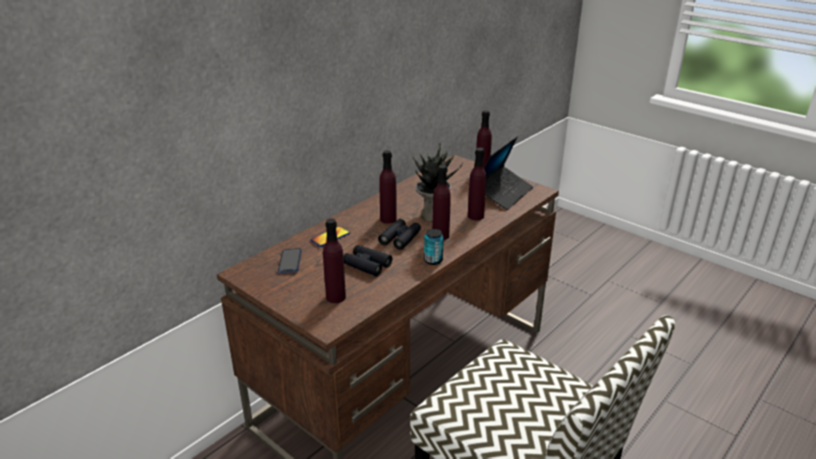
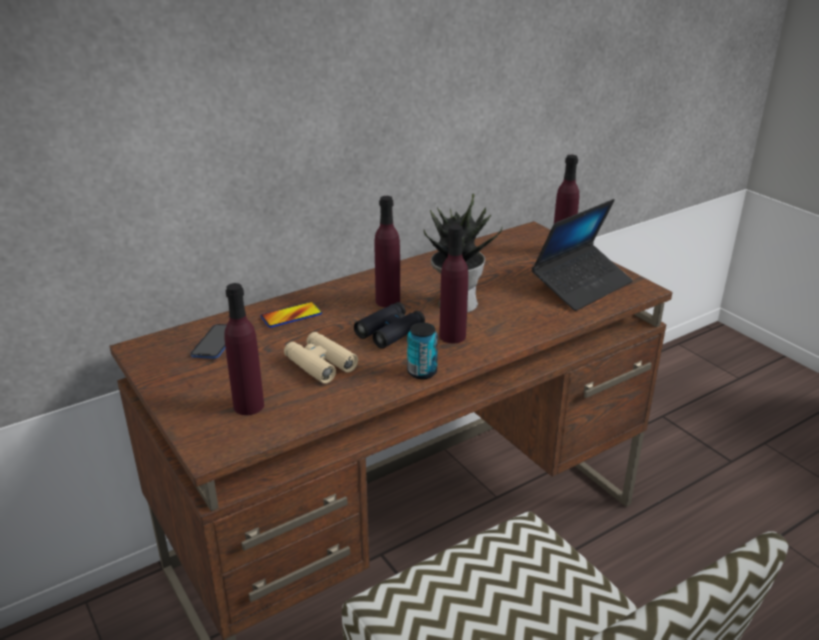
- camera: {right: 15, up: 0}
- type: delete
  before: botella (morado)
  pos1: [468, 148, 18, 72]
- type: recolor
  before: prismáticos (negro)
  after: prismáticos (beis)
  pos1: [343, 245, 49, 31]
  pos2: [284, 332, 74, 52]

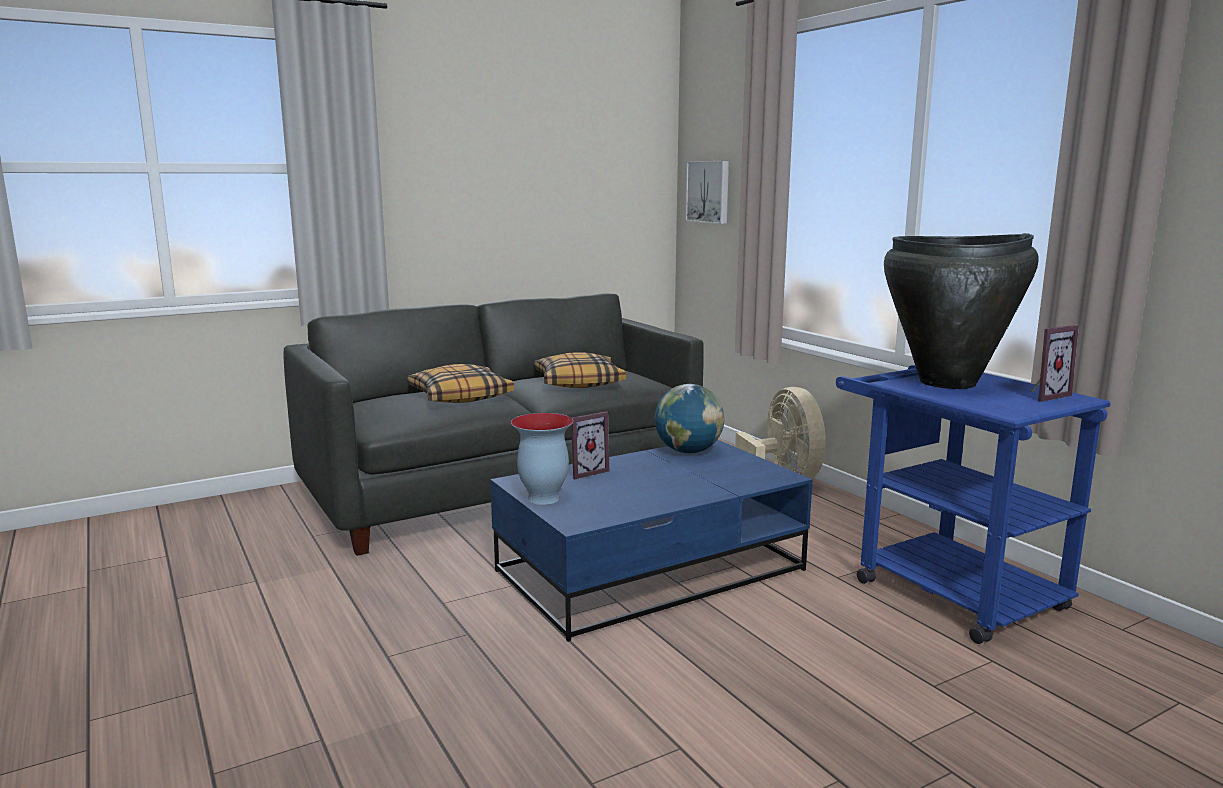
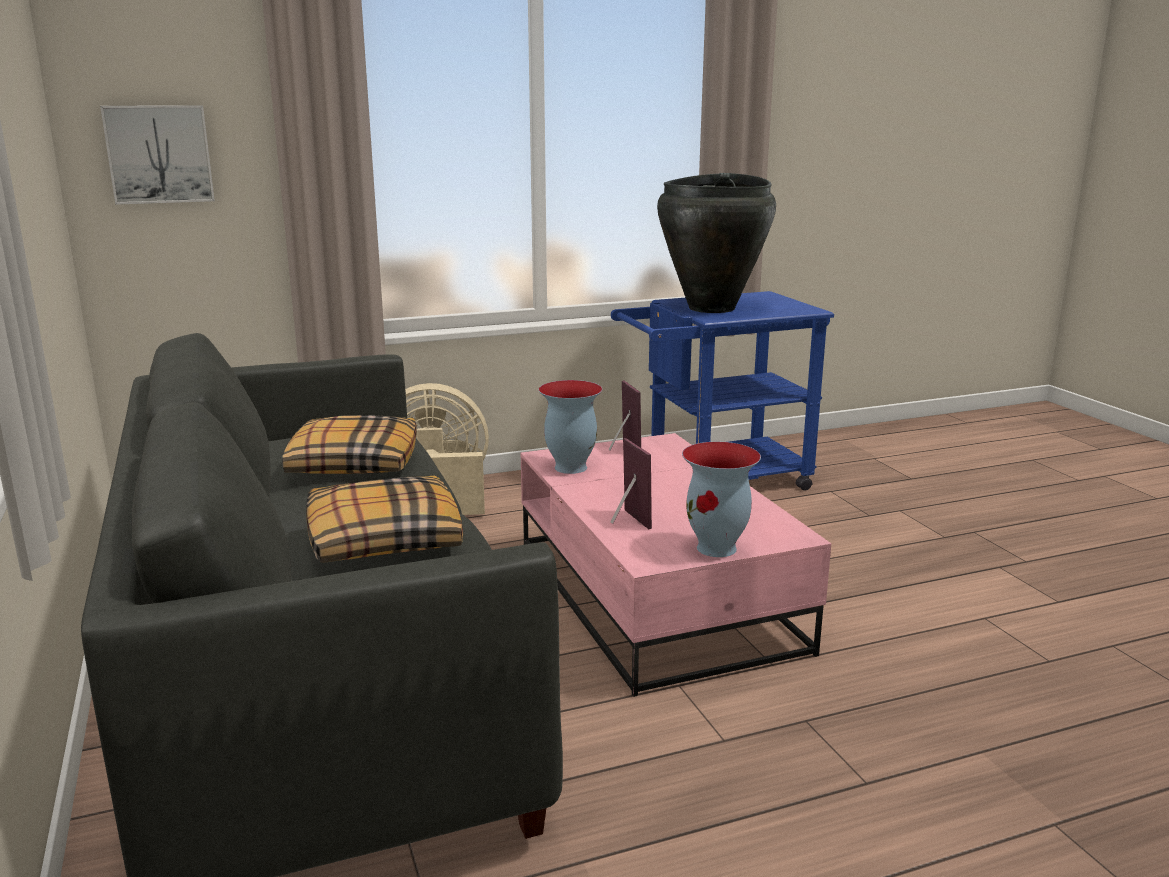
- camera: {right: -80, up: 5}
- type: move
  before: portarretratos
  pos1: [1031, 325, 48, 77]
  pos2: [608, 381, 33, 70]
- type: replace
  before: globo terráqueo
  after: florero
  pos1: [655, 384, 69, 69]
  pos2: [538, 380, 64, 94]
- type: recolor
  before: mesa de centro (azul)
  after: mesa de centro (rosa)
  pos1: [490, 439, 322, 203]
  pos2: [521, 433, 310, 264]

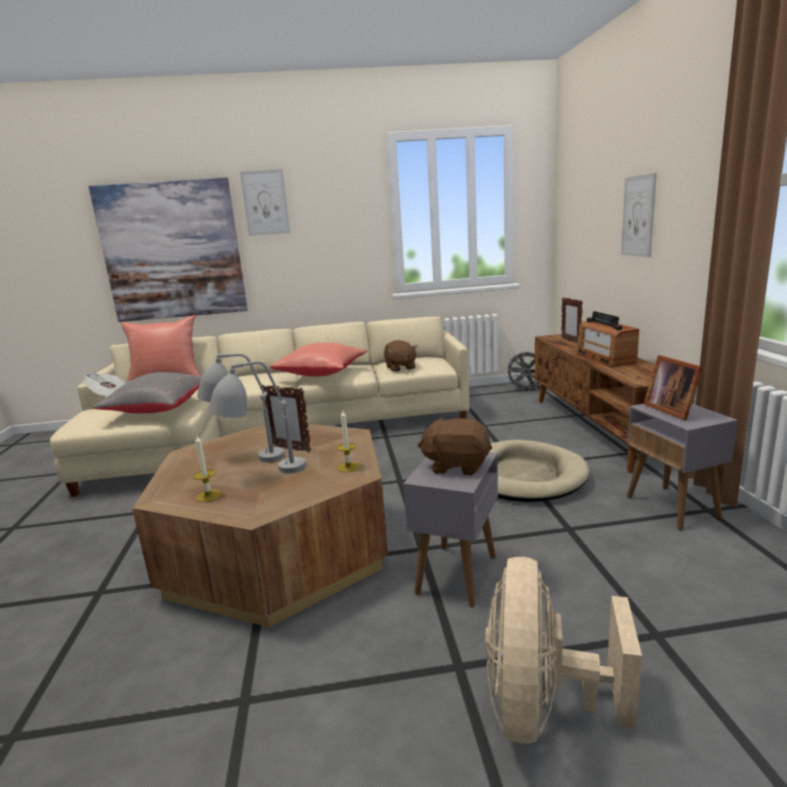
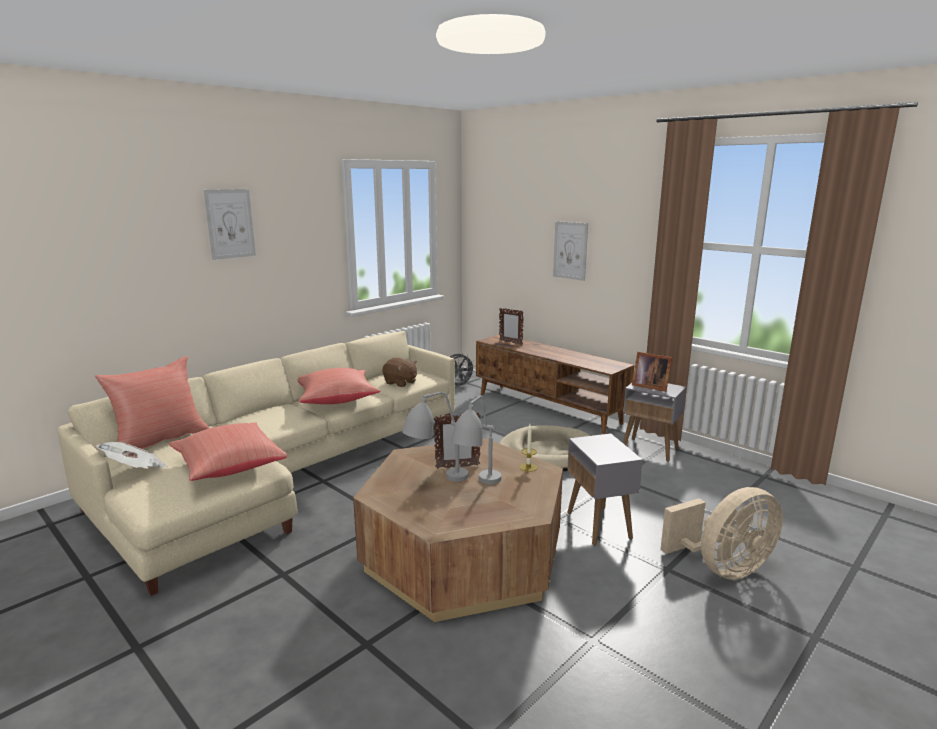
- camera: {right: -40, up: 0}
- type: delete
  before: cuadro
  pos1: [89, 177, 158, 145]
- type: delete
  before: radio
  pos1: [576, 311, 63, 56]
- type: recolor
  before: cojín (gris)
  after: cojín (rojo)
  pos1: [93, 372, 109, 41]
  pos2: [168, 422, 119, 59]
- type: delete
  before: peluche (marrón)
  pos1: [417, 417, 75, 58]
- type: delete
  before: vela
  pos1: [194, 436, 27, 66]
- type: rotate
  before: ventilador (beis)
  pos1: [485, 557, 157, 187]
  pos2: [661, 487, 122, 93]
  turn: -90

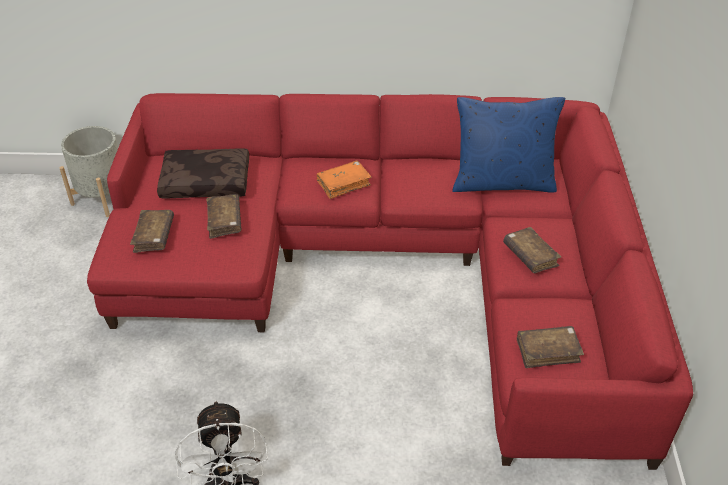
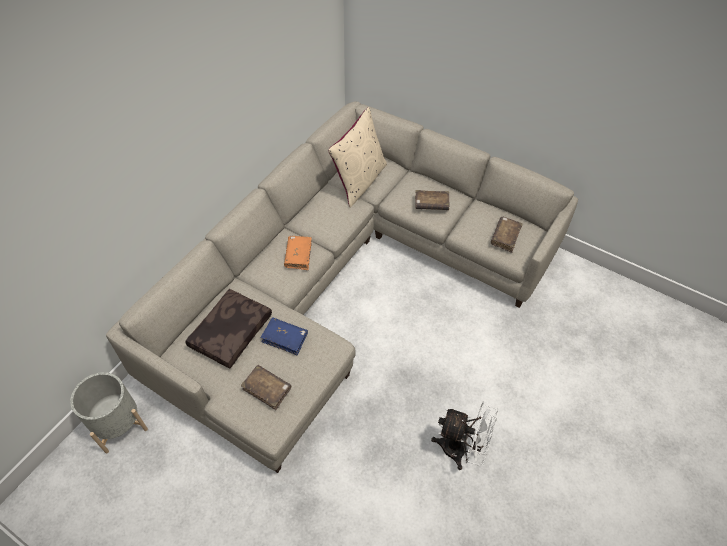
- camera: {right: -60, up: 10}
- type: recolor
  before: sofá (rojo)
  after: sofá (beis)
  pos1: [87, 93, 606, 377]
  pos2: [106, 102, 472, 371]
- type: recolor
  before: cojín (azul)
  after: cojín (beis)
  pos1: [452, 97, 113, 95]
  pos2: [328, 107, 59, 100]
- type: recolor
  before: libro (marrón)
  after: libro (azul)
  pos1: [206, 194, 35, 45]
  pos2: [260, 317, 48, 38]

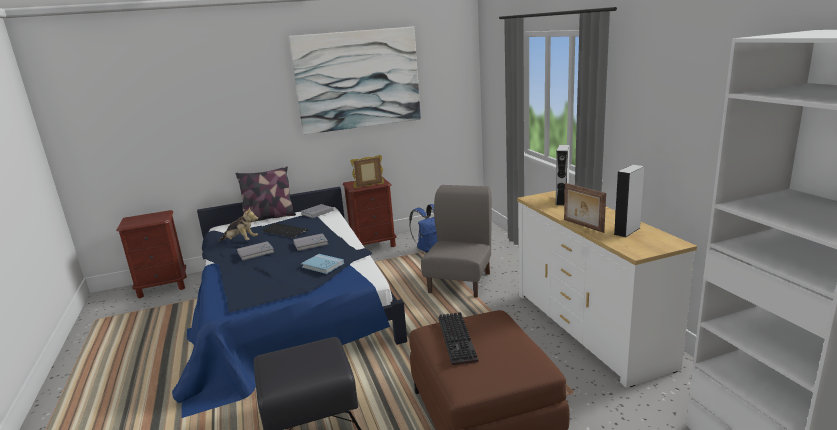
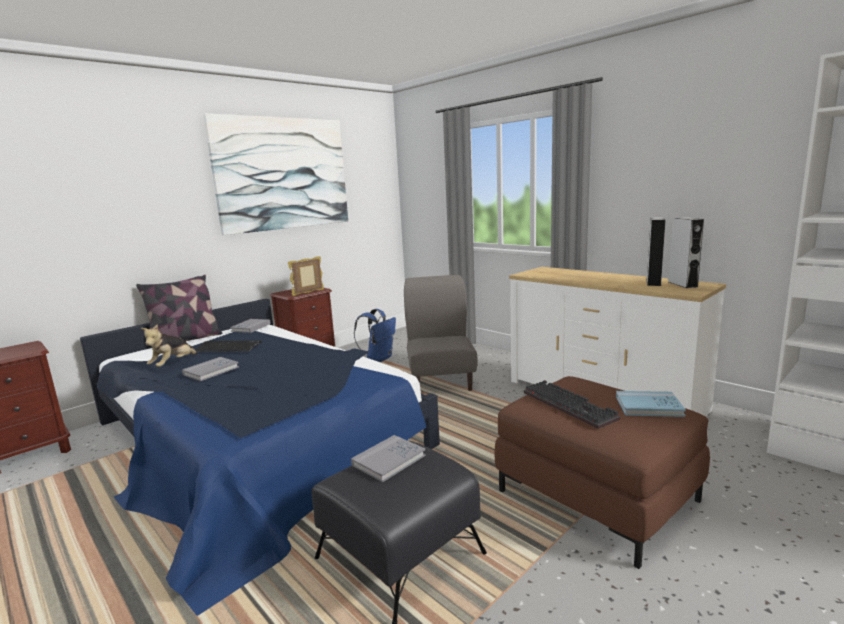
- camera: {right: -25, up: -5}
- type: move
  before: altavoz (gris)
  pos1: [556, 145, 14, 60]
  pos2: [668, 217, 36, 71]
- type: delete
  before: portarretratos
  pos1: [564, 183, 42, 50]
- type: rotate
  before: peluche
  pos1: [219, 207, 39, 34]
  pos2: [141, 325, 57, 42]
  turn: 120
- type: move
  before: libro (gris)
  pos1: [293, 233, 35, 18]
  pos2: [351, 435, 75, 48]
- type: move
  before: libro (azul)
  pos1: [301, 254, 43, 20]
  pos2: [616, 391, 70, 26]

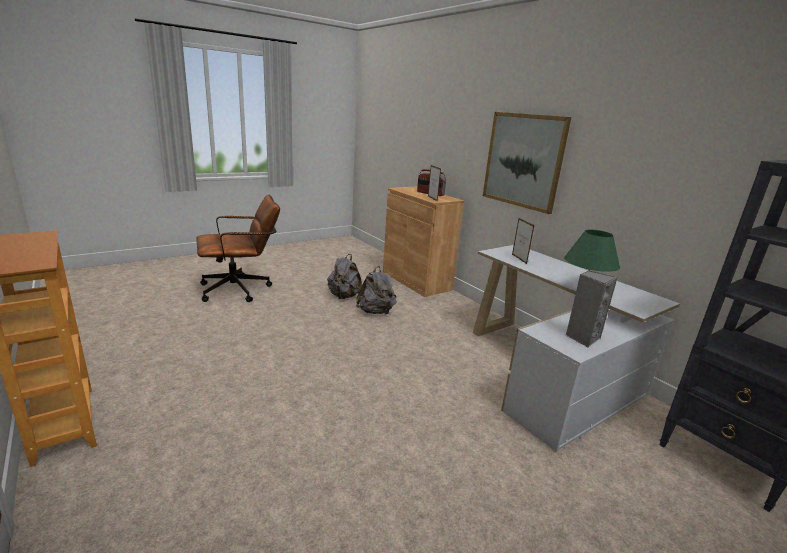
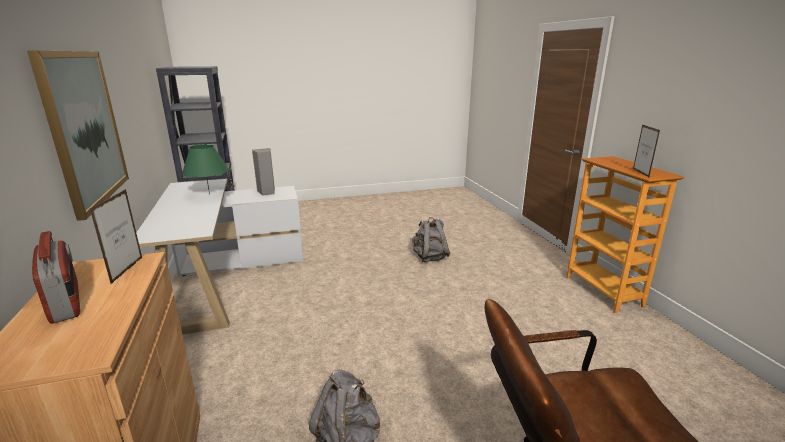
- camera: {right: -160, up: 0}
- type: move
  before: portarretratos
  pos1: [512, 218, 22, 46]
  pos2: [633, 124, 27, 53]
- type: move
  before: mochila (gris)
  pos1: [356, 266, 41, 48]
  pos2: [412, 217, 38, 45]

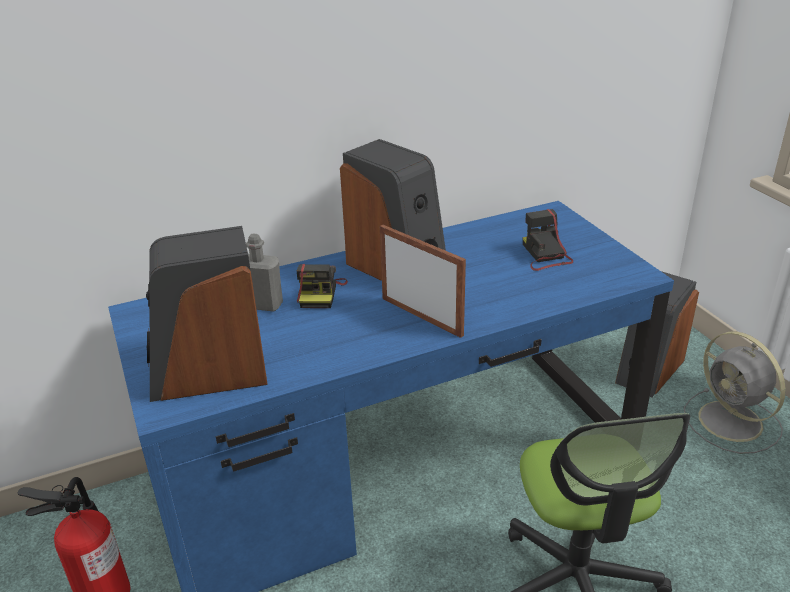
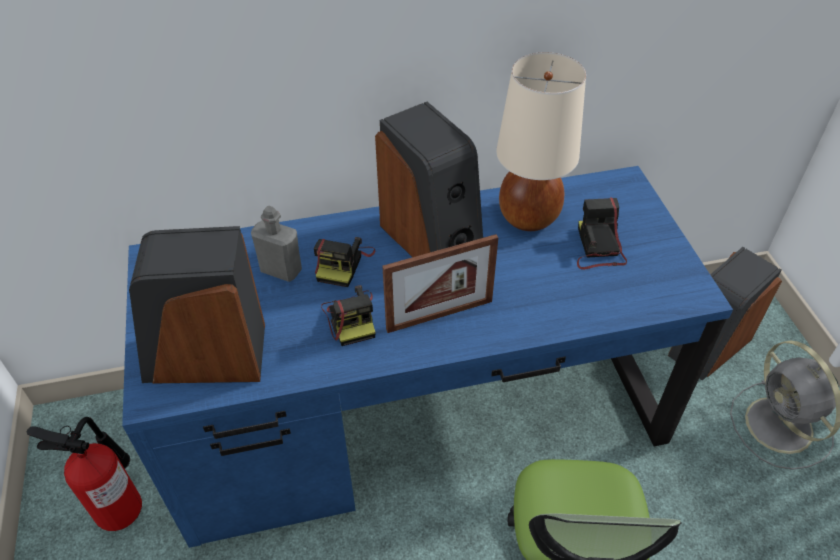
- camera: {right: 10, up: 15}
- type: rotate
  before: portarretratos
  pos1: [380, 225, 86, 113]
  pos2: [382, 234, 116, 99]
  turn: 105
- type: insert
  after: lámpara de mesa (beis)
  pos2: [496, 52, 90, 179]
- type: insert
  after: cámara
  pos2: [321, 285, 54, 61]

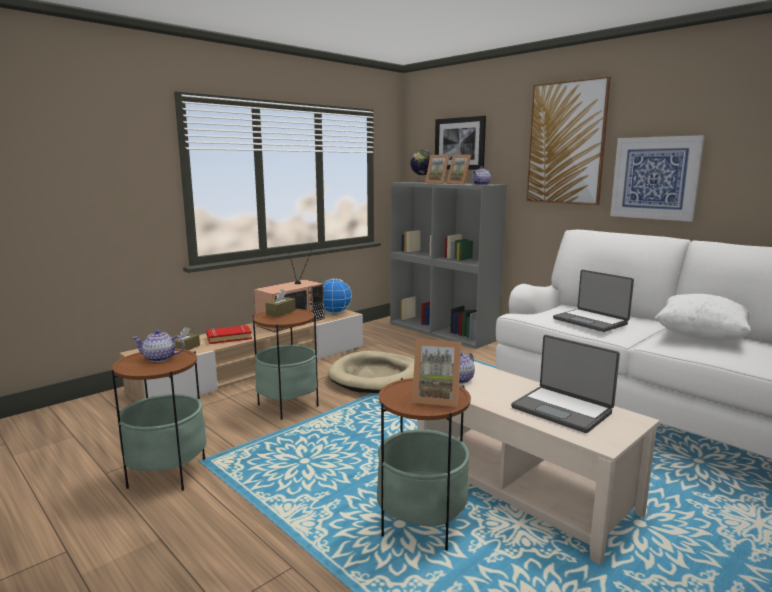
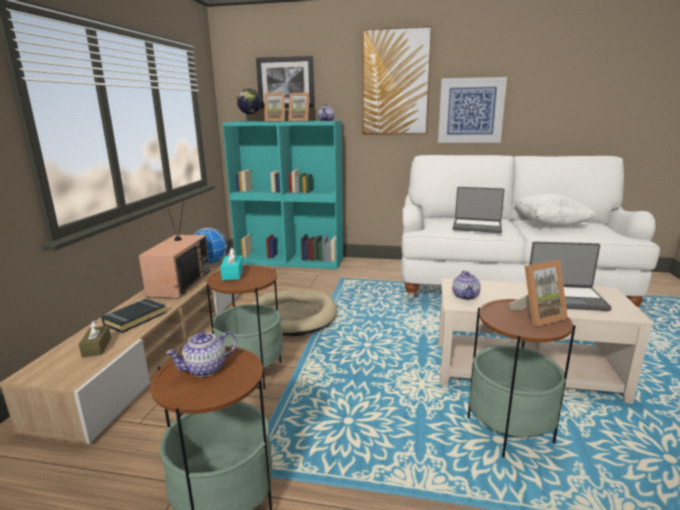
- camera: {right: -35, up: 5}
- type: recolor
  before: estantería (gris)
  after: estantería (turquesa)
  pos1: [390, 182, 117, 167]
  pos2: [222, 121, 121, 148]
- type: recolor
  before: caja de pañuelos (marrón)
  after: caja de pañuelos (turquesa)
  pos1: [266, 289, 30, 28]
  pos2: [220, 248, 23, 32]
- type: recolor
  before: libro (rojo)
  after: libro (negro)
  pos1: [207, 325, 45, 19]
  pos2: [101, 299, 65, 34]

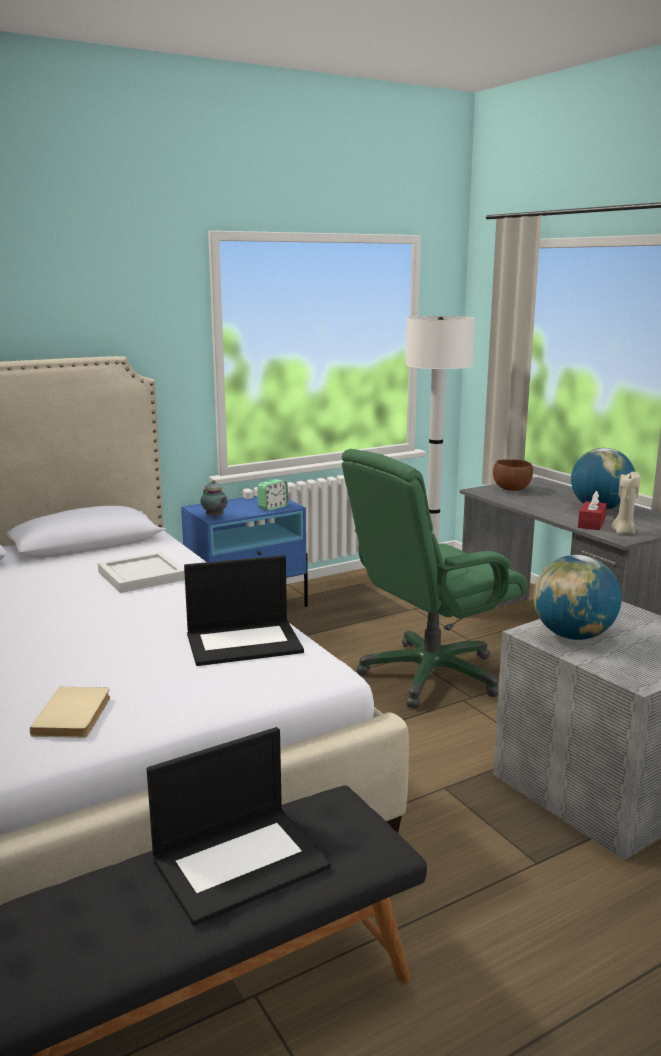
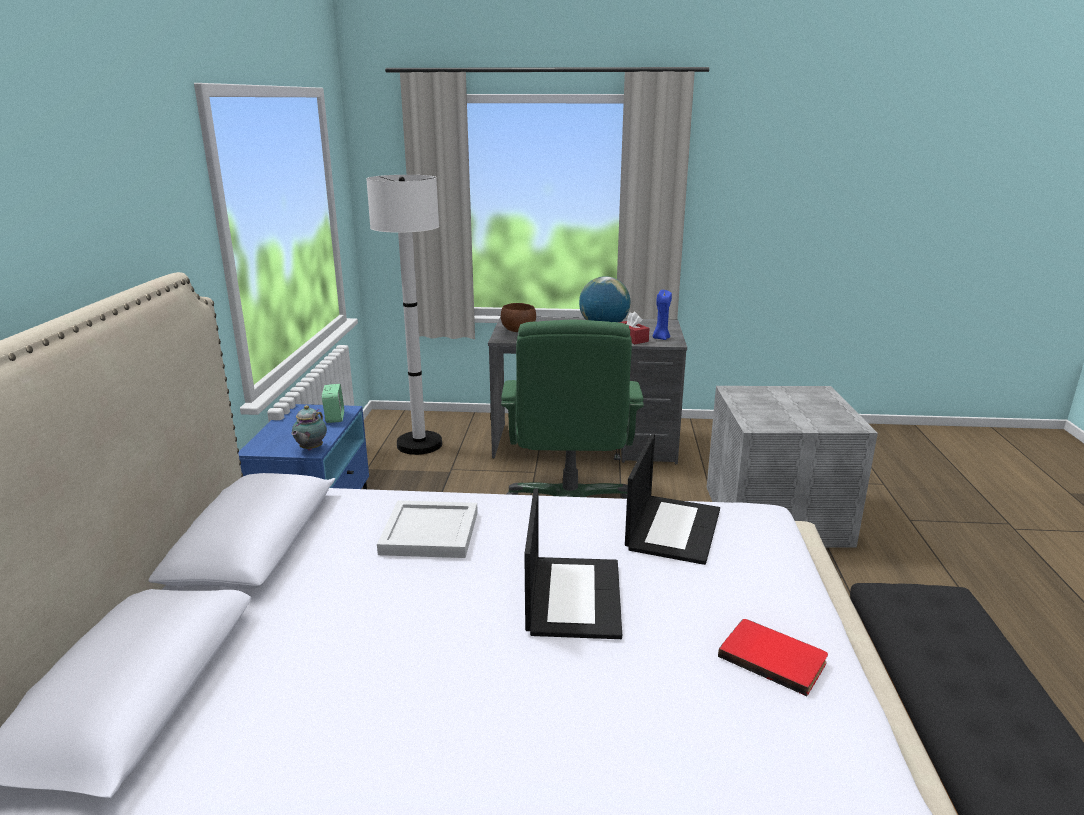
- camera: {right: -55, up: 5}
- type: recolor
  before: vela (beis)
  after: vela (azul)
  pos1: [611, 472, 29, 62]
  pos2: [653, 290, 19, 50]
- type: rotate
  before: tetera
  pos1: [201, 480, 27, 38]
  pos2: [292, 405, 35, 46]
  turn: 105
- type: delete
  before: globo terráqueo
  pos1: [534, 555, 88, 85]
- type: recolor
  before: libro (beis)
  after: libro (rojo)
  pos1: [30, 687, 80, 51]
  pos2: [718, 619, 110, 77]
- type: move
  before: portátil
  pos1: [147, 727, 184, 199]
  pos2: [524, 488, 98, 151]

